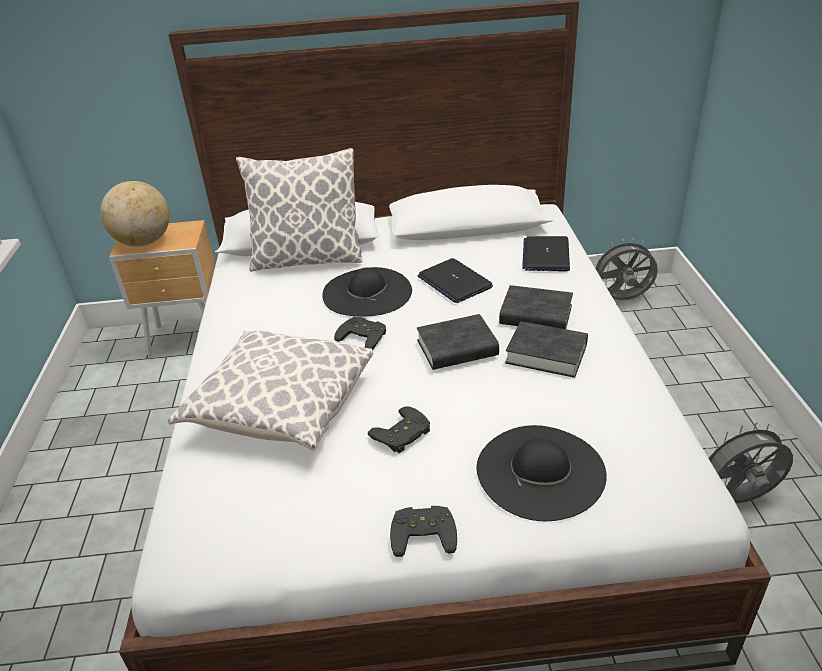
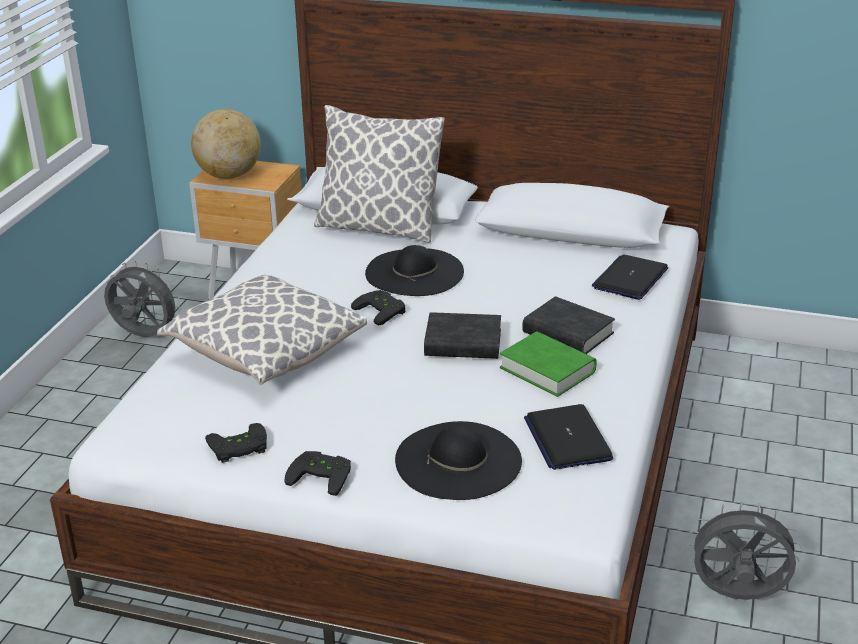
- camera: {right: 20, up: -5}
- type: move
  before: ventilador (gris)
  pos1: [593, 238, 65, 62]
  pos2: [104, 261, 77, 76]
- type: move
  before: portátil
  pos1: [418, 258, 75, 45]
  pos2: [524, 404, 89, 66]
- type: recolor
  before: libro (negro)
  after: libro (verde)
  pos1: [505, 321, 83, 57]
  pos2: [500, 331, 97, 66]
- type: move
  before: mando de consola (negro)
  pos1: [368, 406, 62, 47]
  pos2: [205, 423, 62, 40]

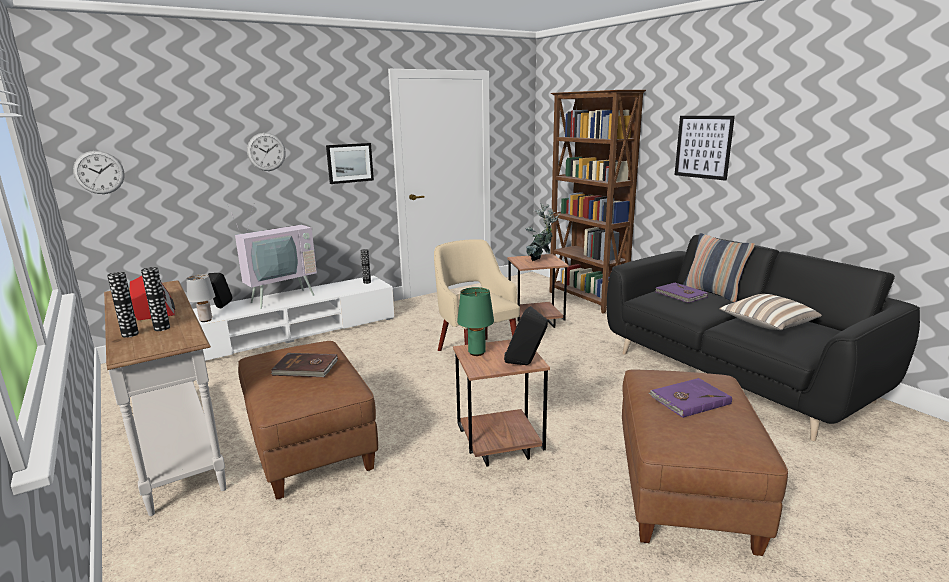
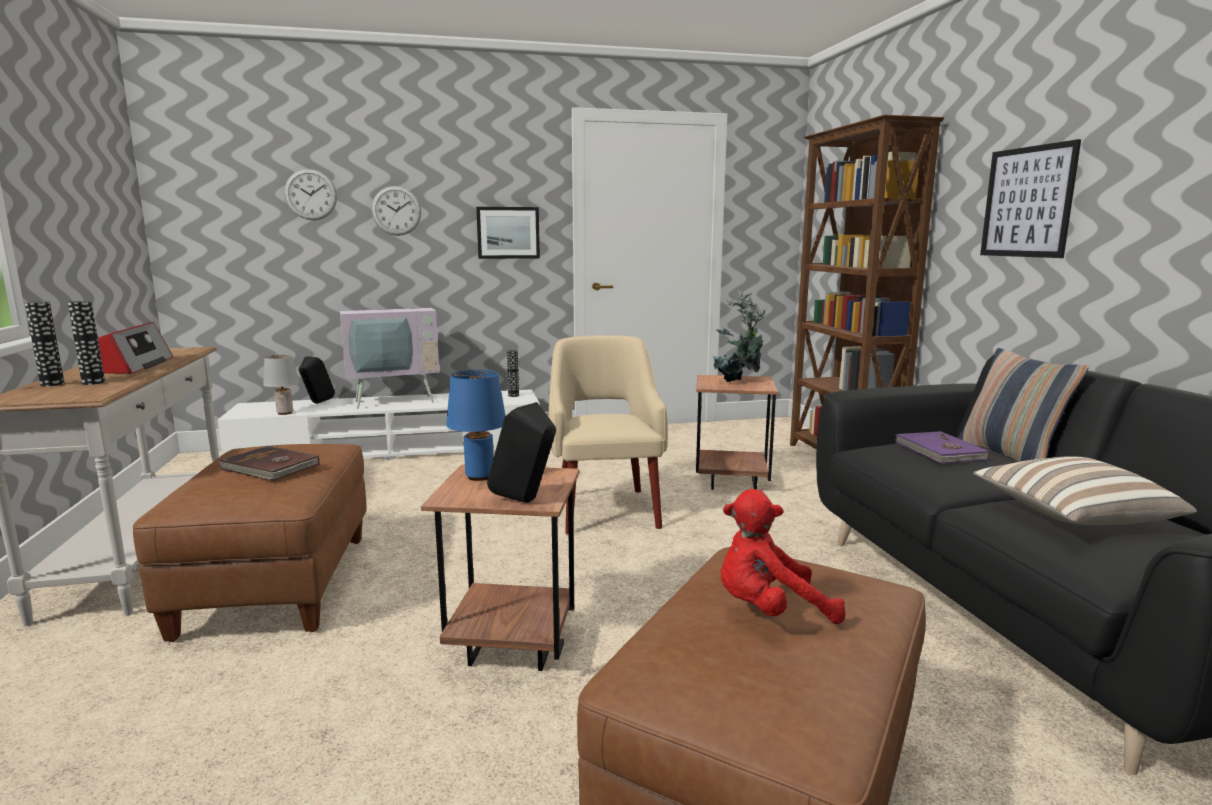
- camera: {right: 20, up: -5}
- type: move
  before: reloj de pared
  pos1: [73, 151, 52, 43]
  pos2: [284, 169, 53, 51]
- type: recolor
  before: lámpara de mesa (verde)
  after: lámpara de mesa (azul)
  pos1: [457, 287, 37, 69]
  pos2: [446, 370, 60, 111]
- type: replace
  before: libro (morado)
  after: peluche (rojo)
  pos1: [649, 378, 83, 40]
  pos2: [720, 489, 126, 135]

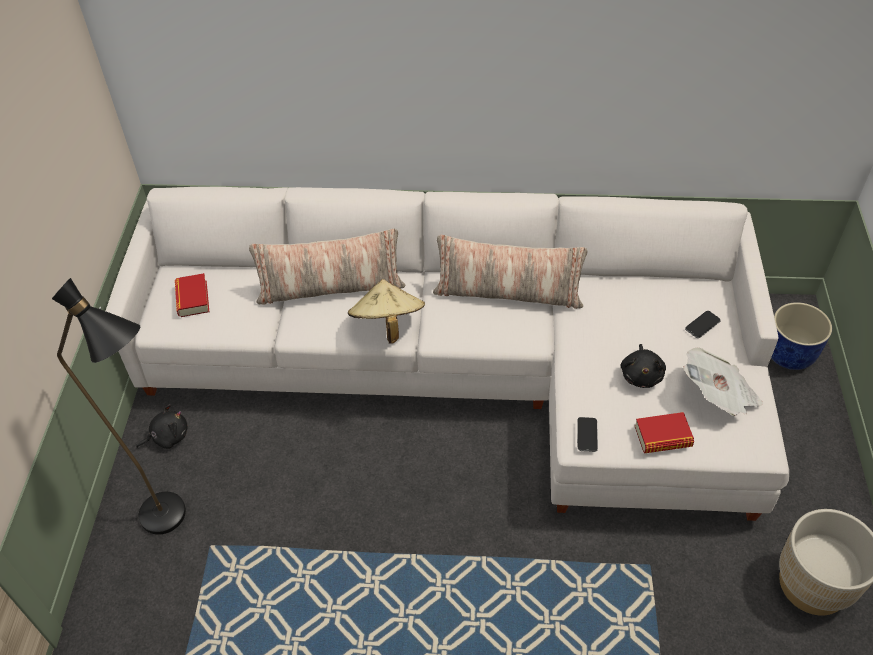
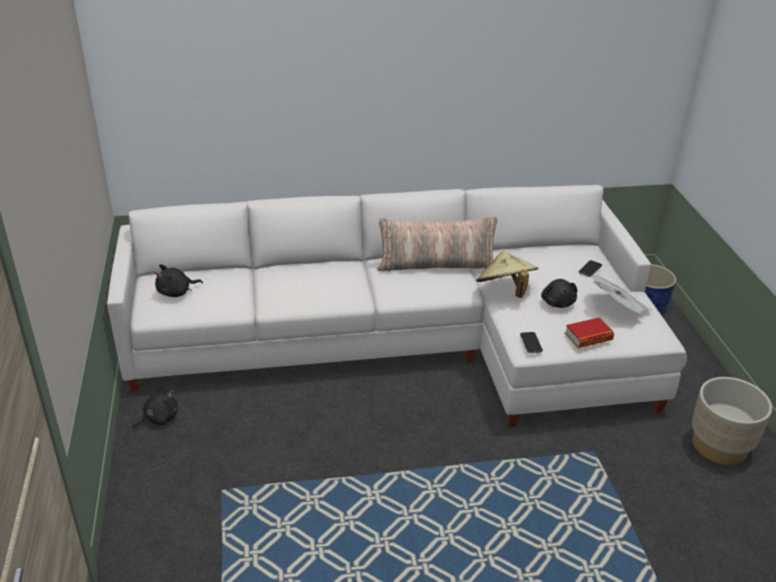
- camera: {right: -15, up: -15}
- type: delete
  before: cojín
  pos1: [249, 228, 157, 77]
- type: replace
  before: libro
  after: peluche (negro)
  pos1: [175, 273, 34, 44]
  pos2: [155, 264, 48, 33]
- type: delete
  before: lámpara de pie (negro)
  pos1: [52, 278, 134, 257]
- type: move
  before: sombrero (beis)
  pos1: [348, 279, 77, 65]
  pos2: [476, 251, 62, 47]

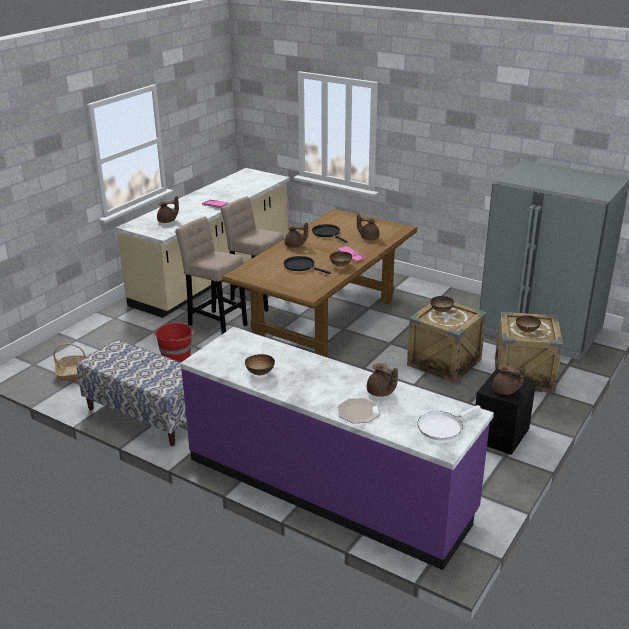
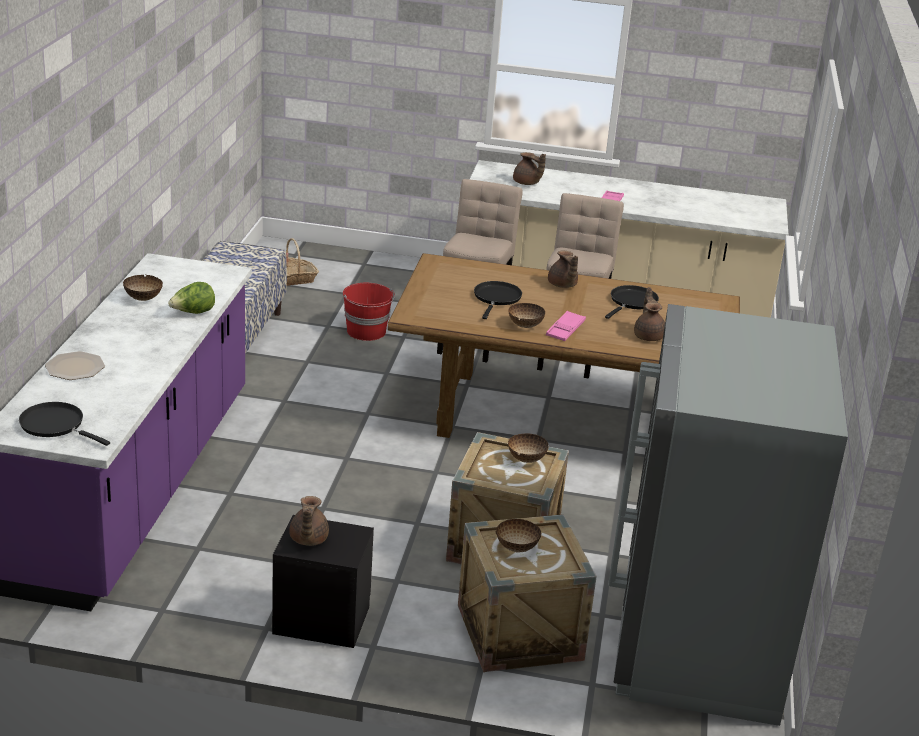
- camera: {right: 65, up: 0}
- type: delete
  before: tetera (marrón)
  pos1: [367, 363, 31, 34]
- type: recolor
  before: sartén (blanco)
  after: sartén (negro)
  pos1: [417, 405, 63, 36]
  pos2: [19, 402, 91, 44]
- type: insert
  after: lechuga
  pos2: [168, 282, 47, 32]

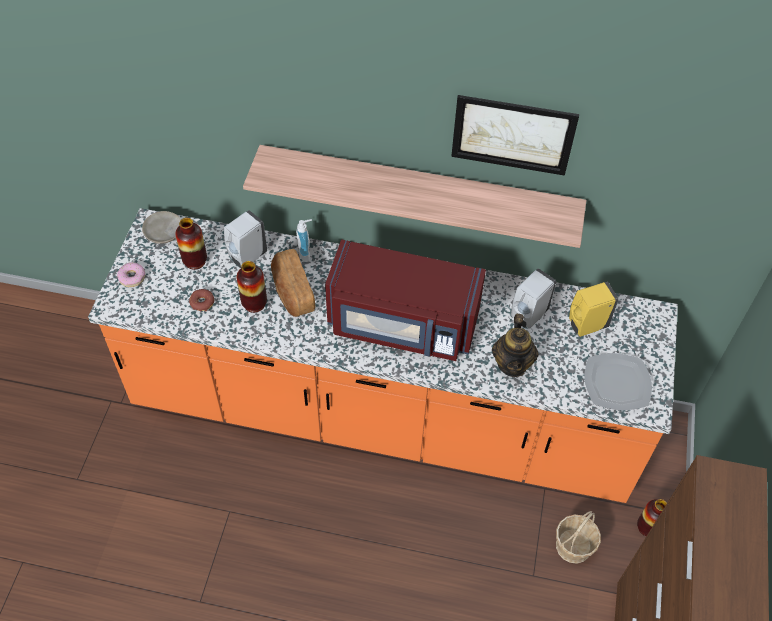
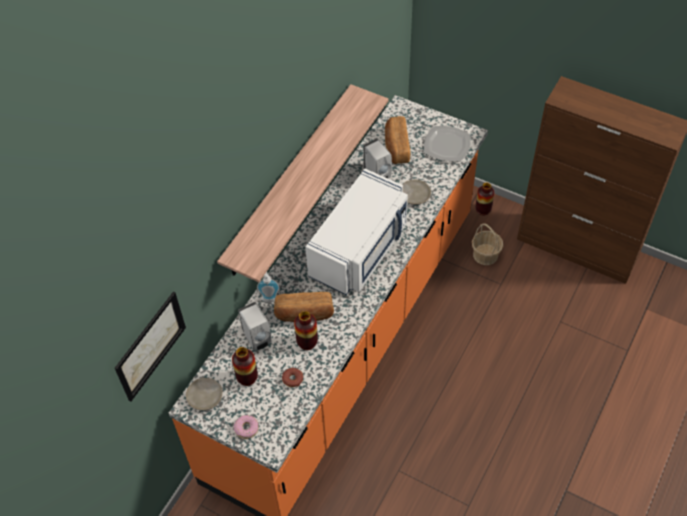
- camera: {right: -70, up: 0}
- type: move
  before: cuadro
  pos1: [451, 95, 128, 81]
  pos2: [115, 292, 71, 110]
- type: recolor
  before: microondas (rojo)
  after: microondas (blanco)
  pos1: [325, 240, 161, 121]
  pos2: [306, 169, 102, 126]
- type: replace
  before: dispensador de jabón (amarillo)
  after: pan
  pos1: [569, 282, 50, 55]
  pos2: [385, 116, 25, 48]
- type: replace
  before: tetera
  after: plato (beis)
  pos1: [492, 314, 47, 63]
  pos2: [403, 180, 28, 25]

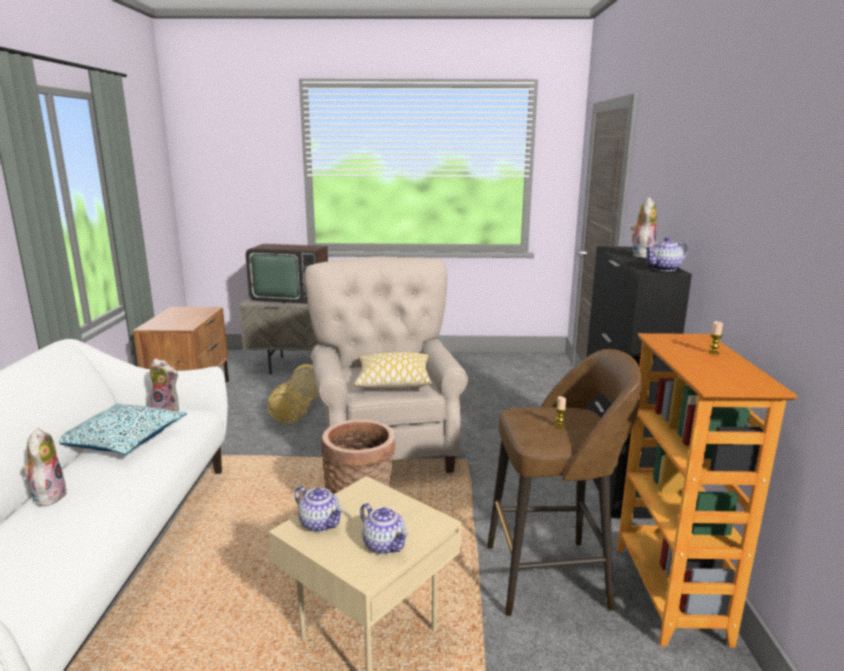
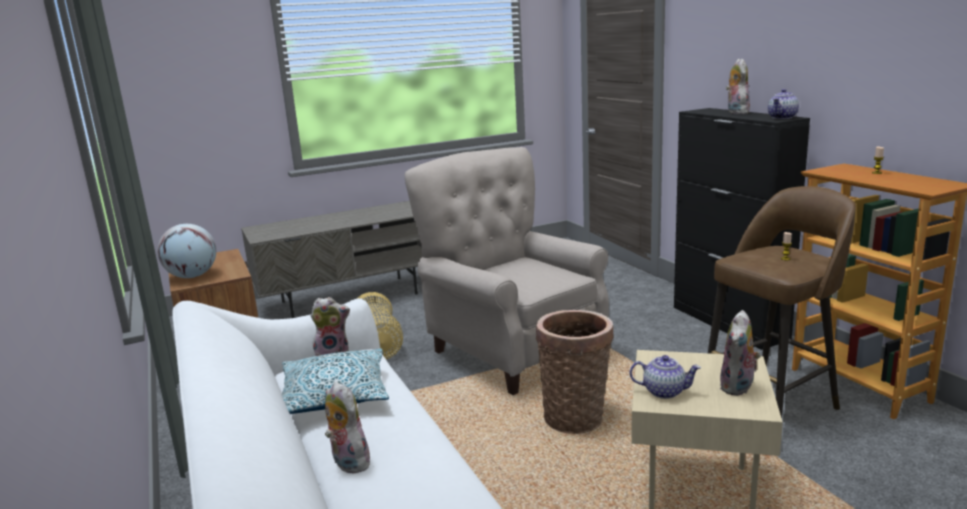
- camera: {right: -25, up: 0}
- type: delete
  before: televisor
  pos1: [246, 244, 82, 60]
- type: delete
  before: cojín
  pos1: [354, 352, 78, 37]
- type: replace
  before: tetera
  after: peluche
  pos1: [360, 503, 49, 51]
  pos2: [720, 310, 41, 86]
- type: insert
  after: globo terráqueo
  pos2: [157, 224, 59, 54]

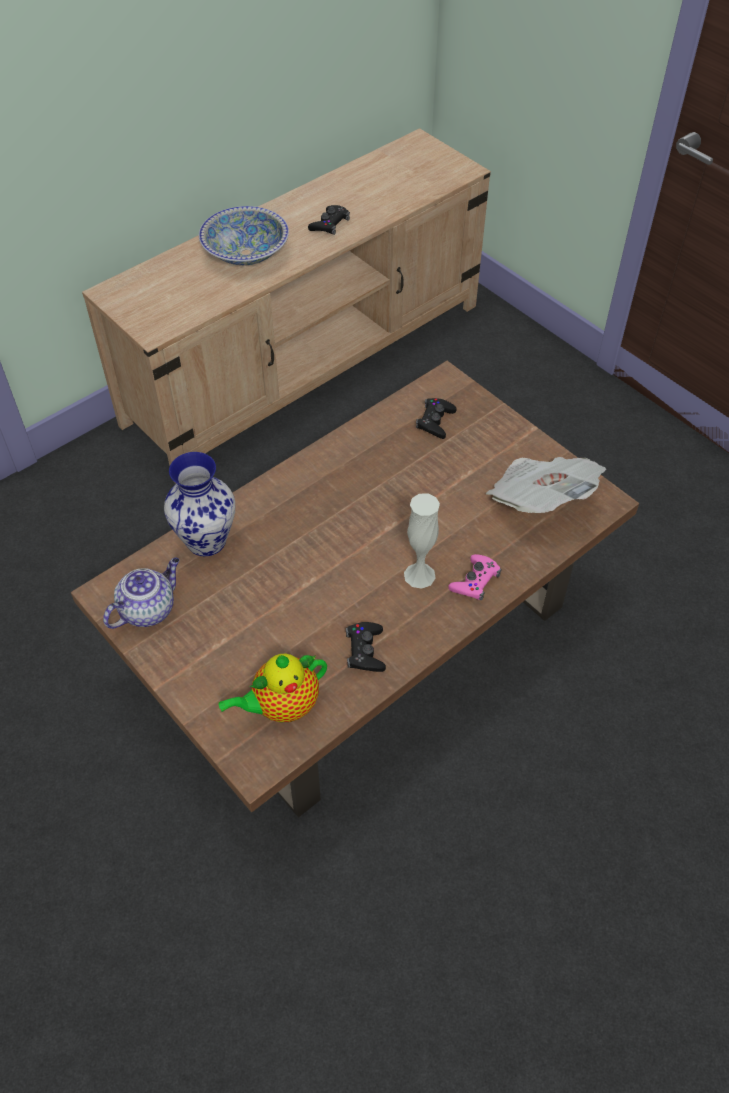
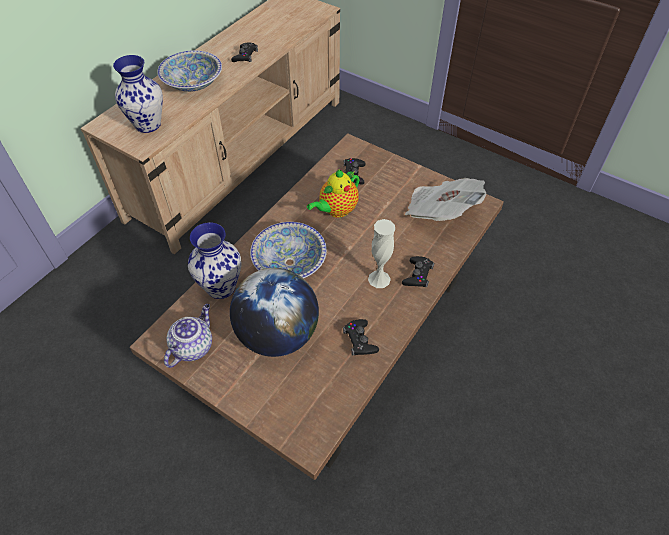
- camera: {right: -15, up: 0}
- type: recolor
  before: mando de consola (rosa)
  after: mando de consola (negro)
  pos1: [448, 554, 54, 47]
  pos2: [402, 256, 32, 31]
- type: move
  before: tetera
  pos1: [219, 654, 108, 69]
  pos2: [307, 169, 52, 49]
- type: insert
  after: florero
  pos2: [113, 55, 50, 78]
- type: insert
  after: cuenco
  pos2: [250, 222, 77, 56]
- type: insert
  after: globo terráqueo
  pos2: [230, 268, 89, 89]

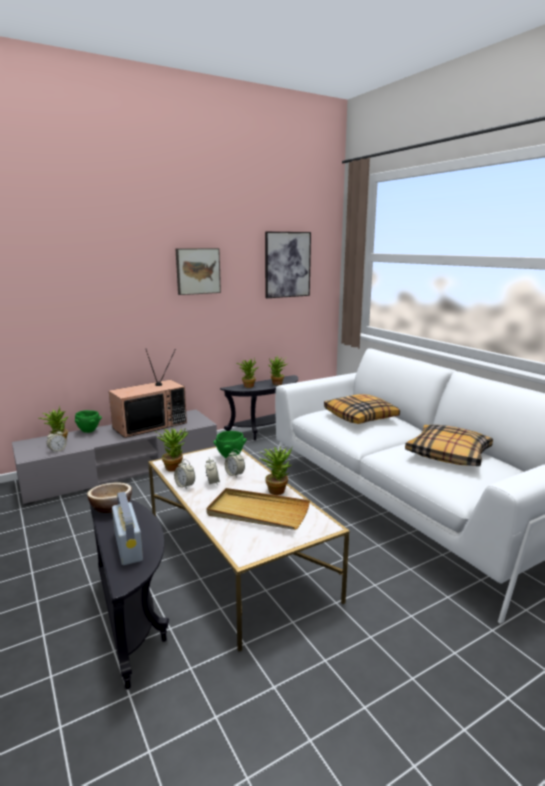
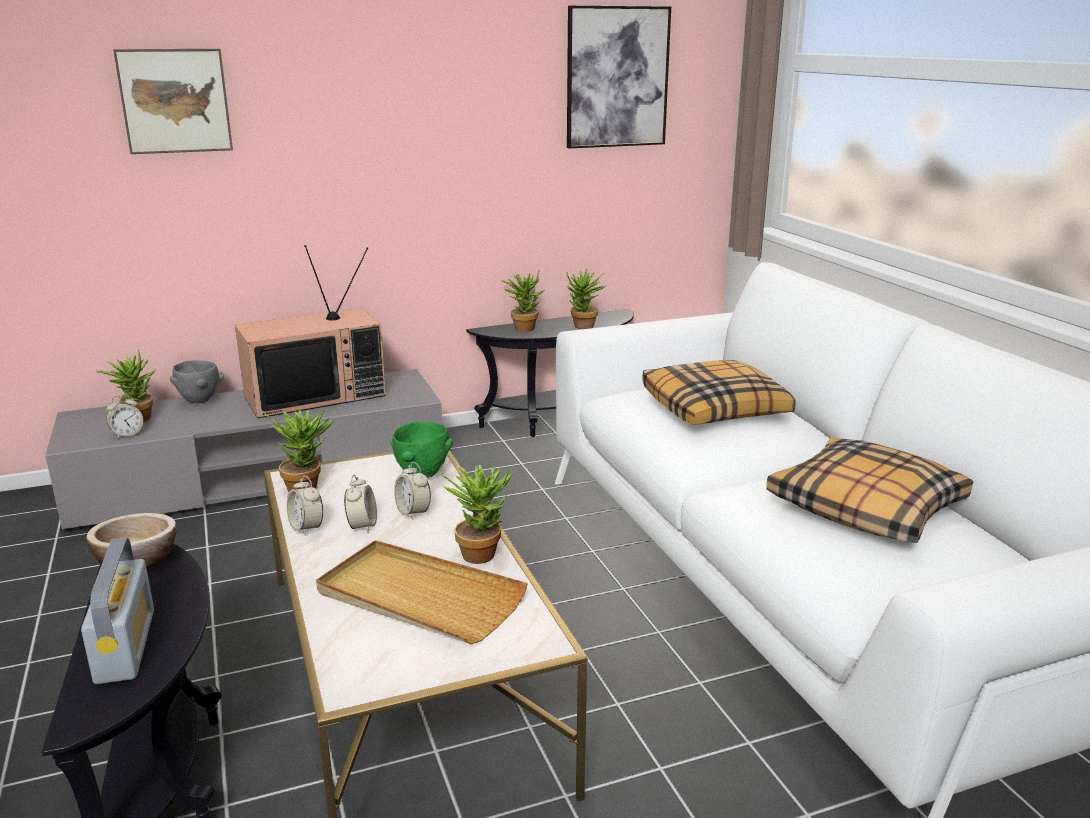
- camera: {right: 10, up: 5}
- type: move
  before: cuadro
  pos1: [176, 248, 45, 47]
  pos2: [113, 49, 120, 105]
- type: recolor
  before: cuenco (verde)
  after: cuenco (gris)
  pos1: [75, 410, 27, 23]
  pos2: [170, 360, 54, 43]

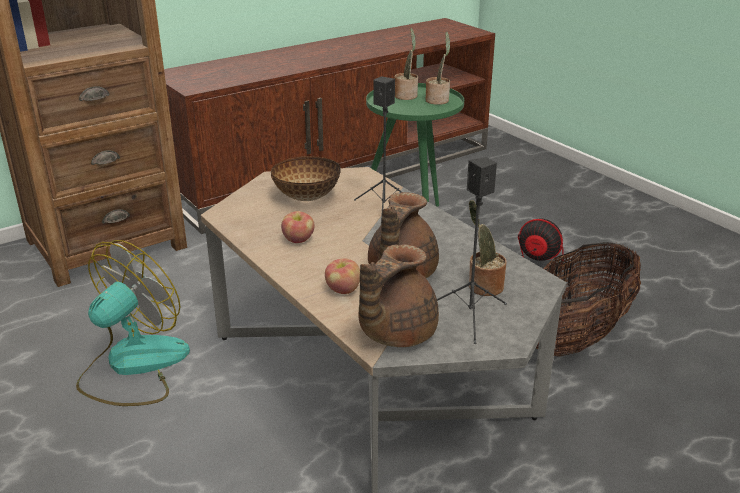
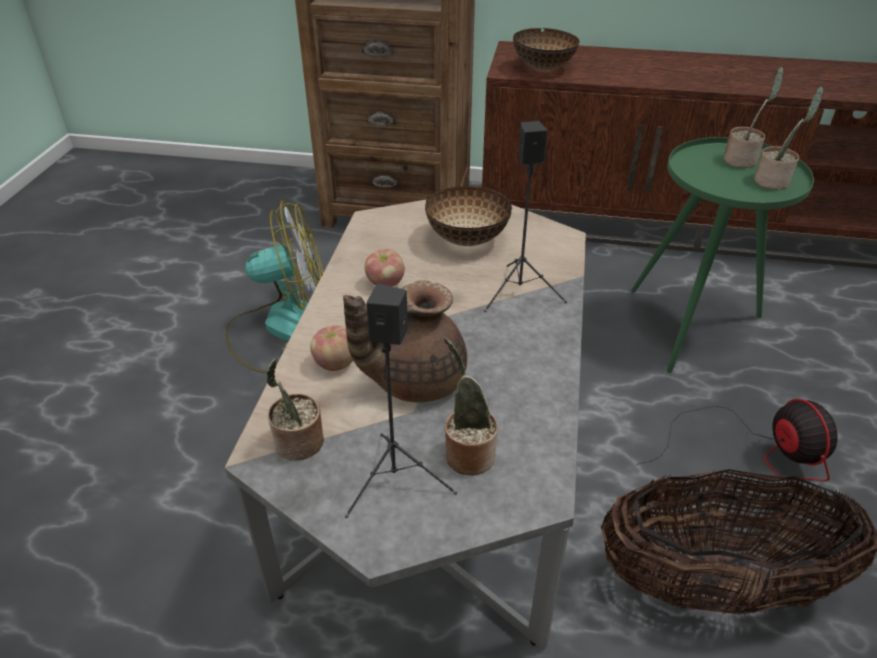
- camera: {right: 45, up: 10}
- type: replace
  before: tetera (marrón)
  after: planta en maceta
  pos1: [358, 244, 81, 103]
  pos2: [266, 358, 58, 102]
- type: insert
  after: cuenco
  pos2: [513, 28, 67, 43]

